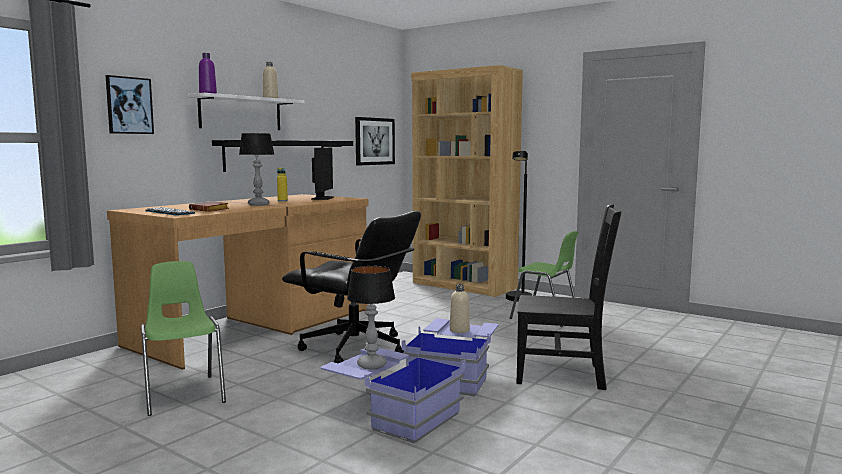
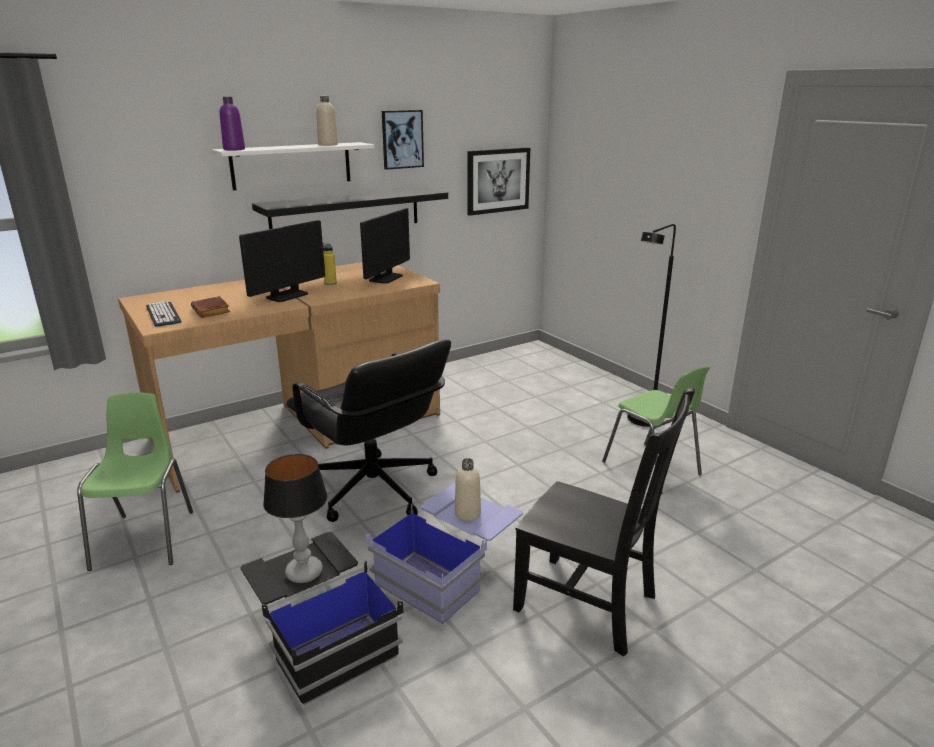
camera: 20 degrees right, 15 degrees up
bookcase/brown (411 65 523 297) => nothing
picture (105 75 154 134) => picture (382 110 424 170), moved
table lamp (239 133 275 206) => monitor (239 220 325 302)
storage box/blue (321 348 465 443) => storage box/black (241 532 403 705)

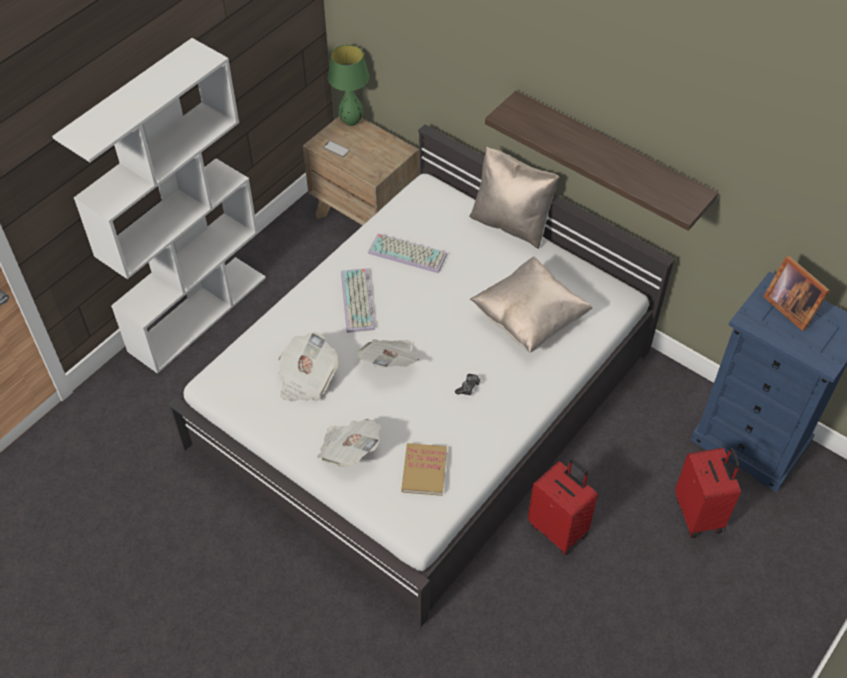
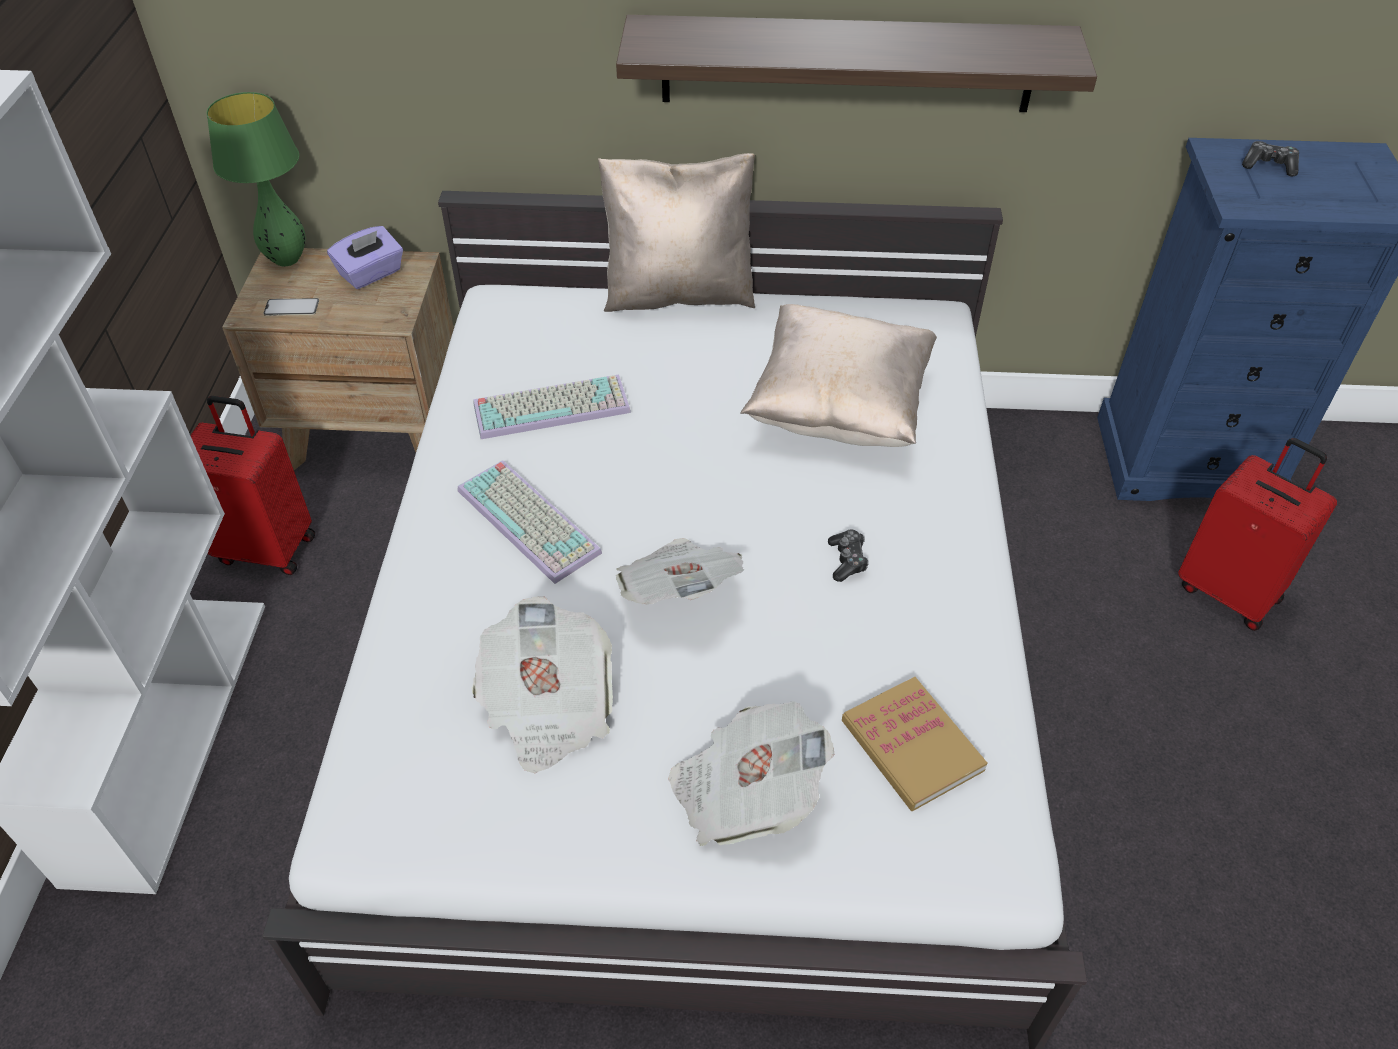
camera: 35 degrees left, 5 degrees down
picture frame (763 256 830 331) => game controller (1242 141 1299 177)
suitcase/red (528 459 598 556) => suitcase/red (191 396 315 575), moved
nothing => tissue box/purple (327 226 403 289)

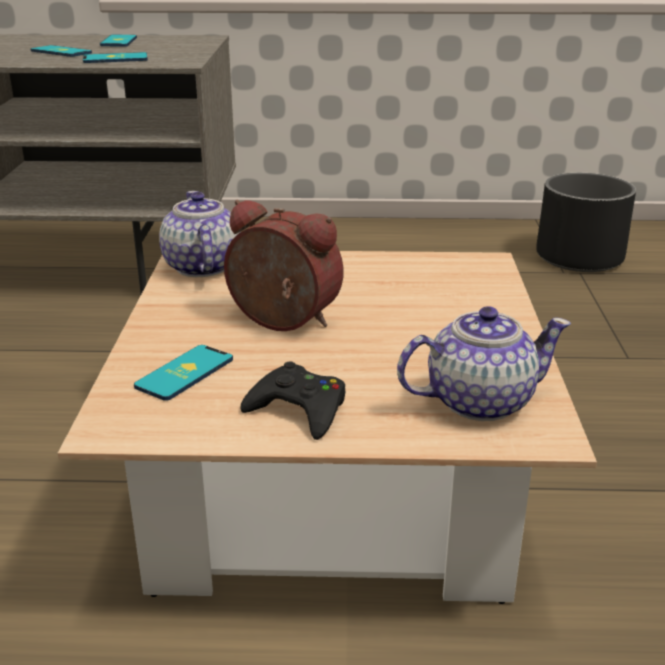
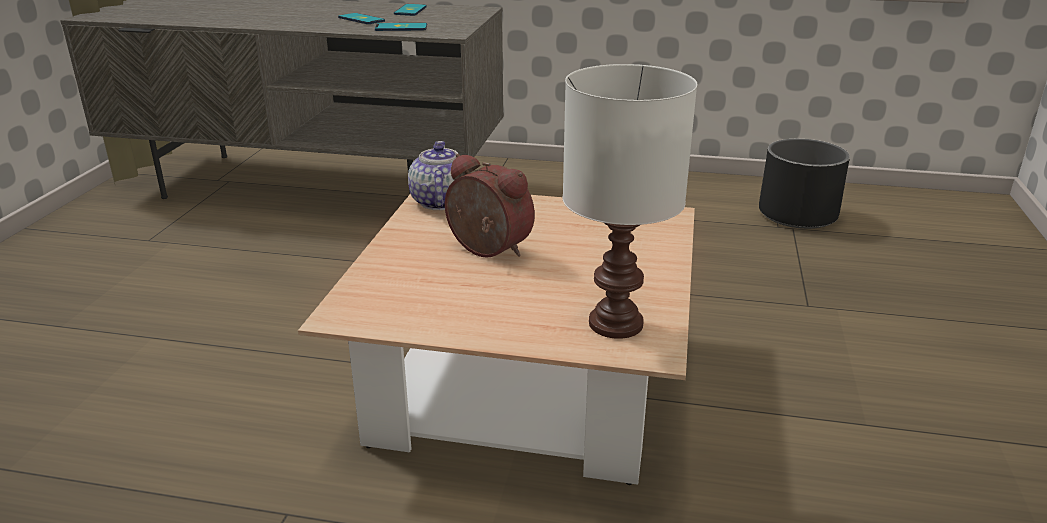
camera: 10 degrees right, 0 degrees up
teapot (397 306 571 421) => table lamp/white (562 64 697 339)
phone (134 345 233 401) => nothing
game controller/black (240 362 345 440) => nothing

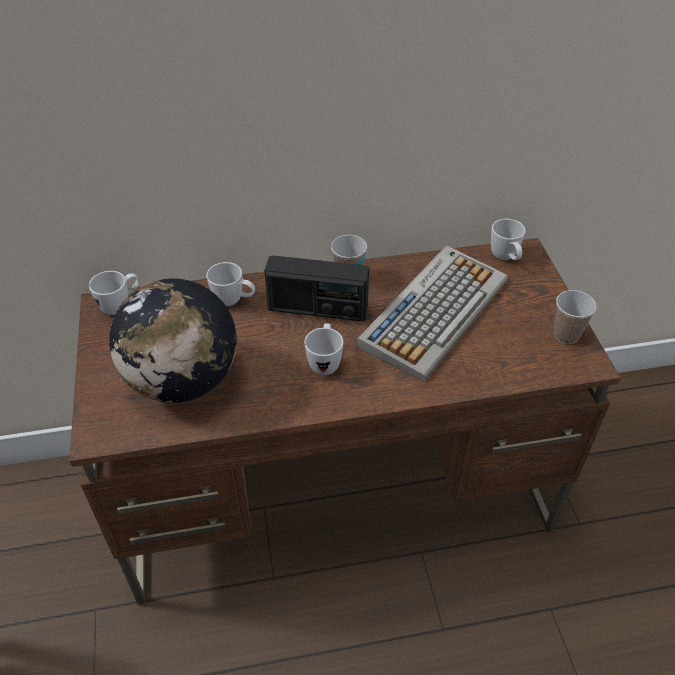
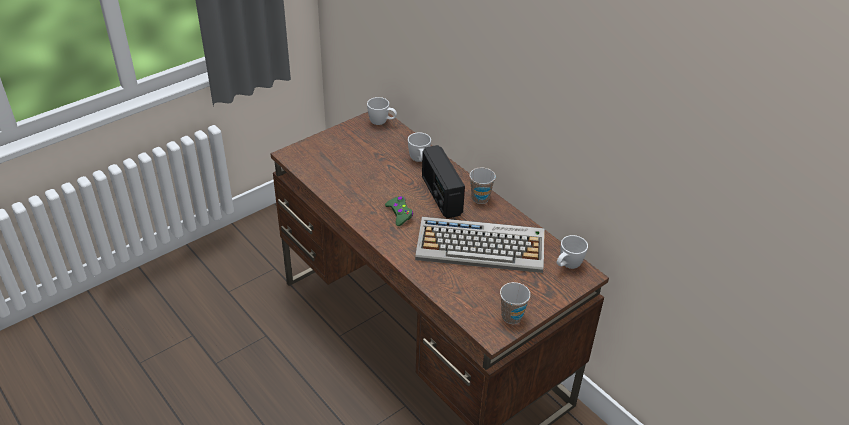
camera: 60 degrees right, 5 degrees down
globe (109 278 237 403) => nothing
mug/white (304 323 343 375) => game controller/green (385 196 413 226)

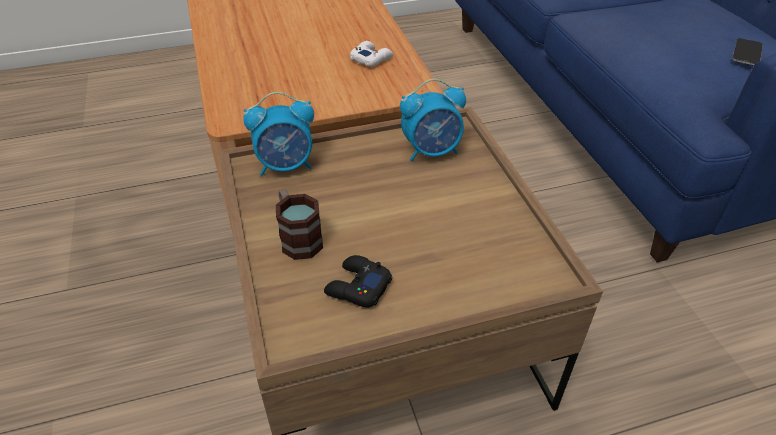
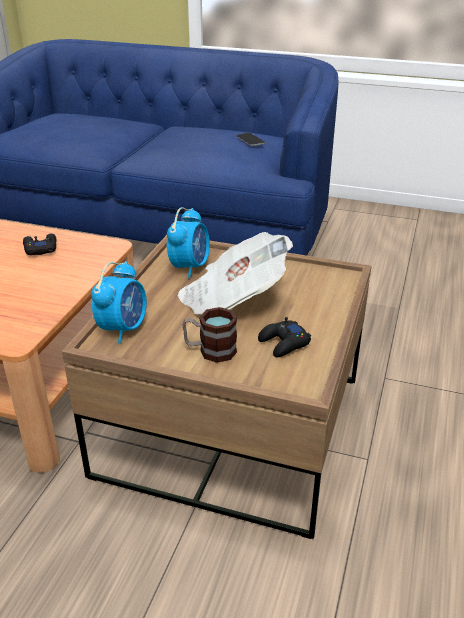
camera: 55 degrees left, 10 degrees down
game controller/white (350 41 393 67) => game controller/black (23 234 57 255)
nothing => newspaper (178 232 293 314)

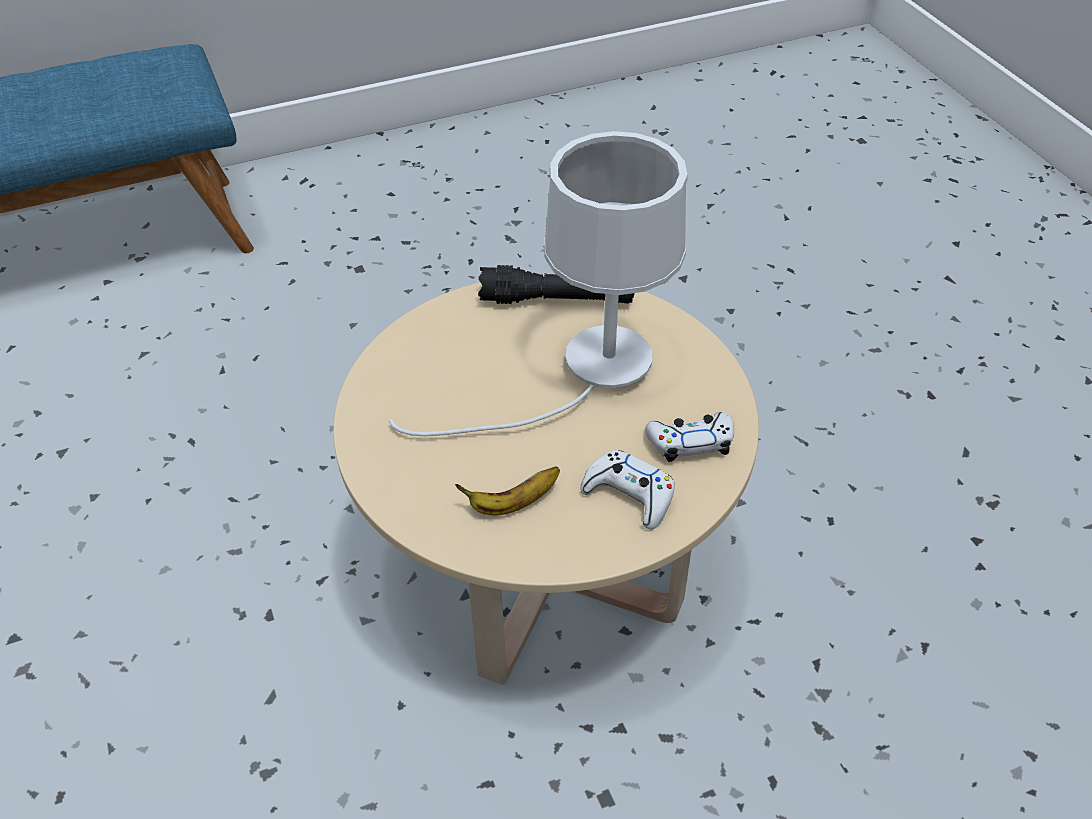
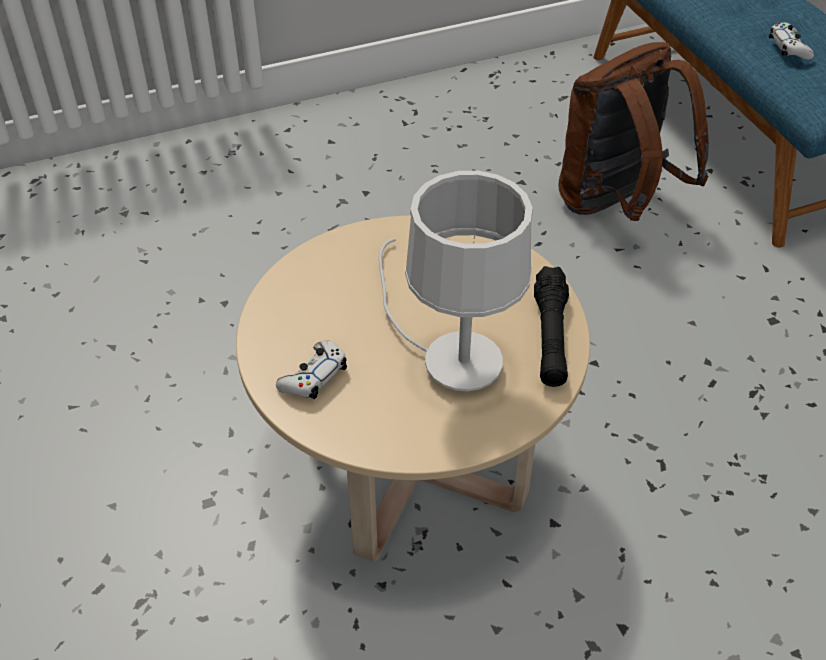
camera: 90 degrees right, 0 degrees up
game controller/white (645 412 734 462) => game controller/white (769 22 814 60), moved
banana (455 467 560 515) => nothing
nothing => backpack/brown (558 42 709 221)

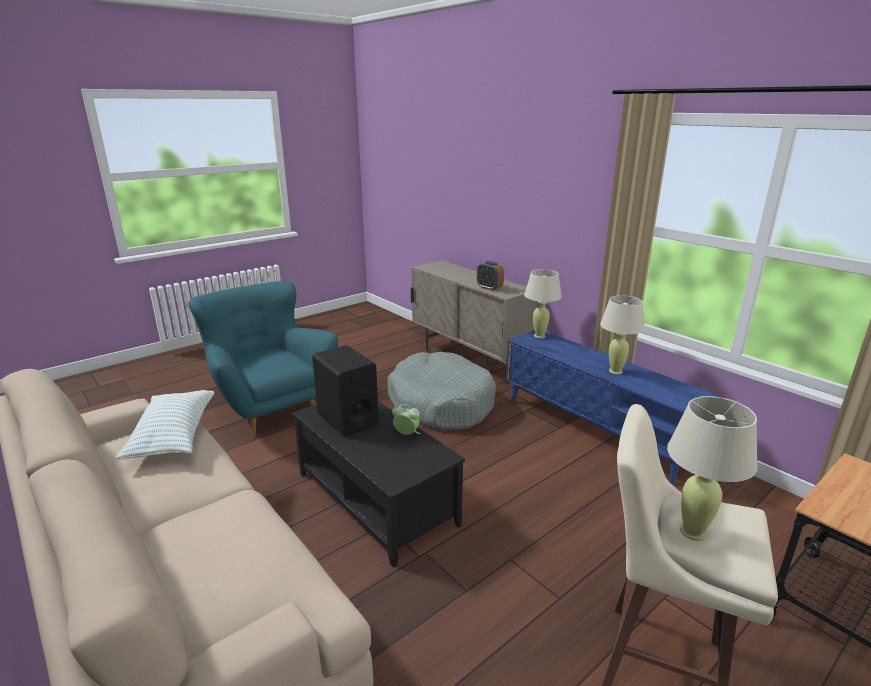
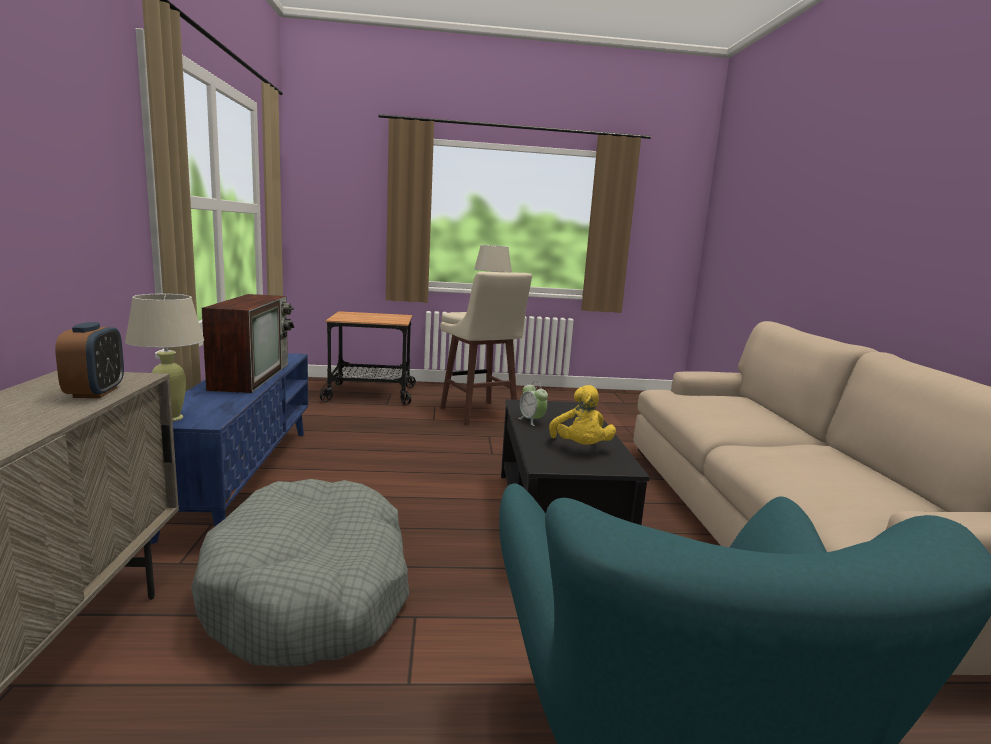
camera: 145 degrees left, 10 degrees down
table lamp/beige (600 295 645 374) => television (202 294 294 393)
speaker/black (312 345 379 436) => plush toy/yellow (549 385 616 445)
pillow (115 390 214 460) => nothing

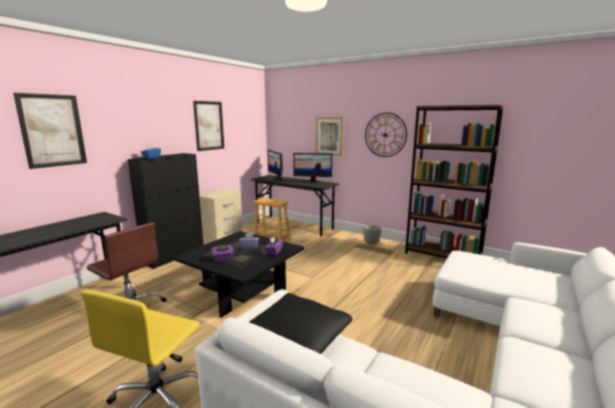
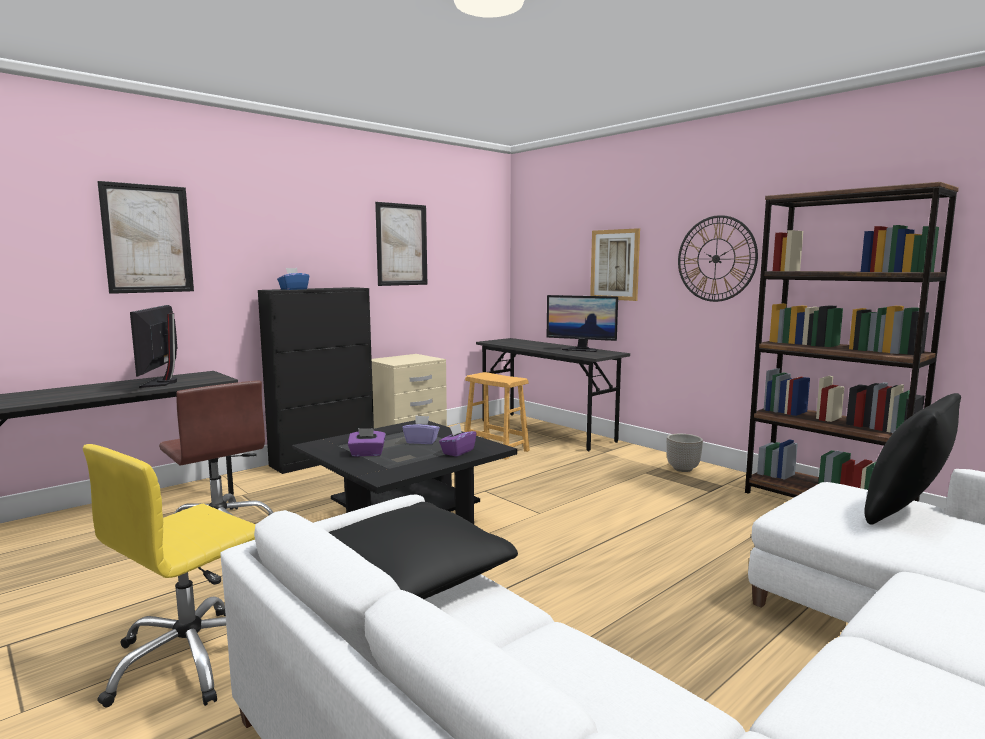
camera: 15 degrees right, 5 degrees down
monitor (268 150 283 181) => monitor (130 305 178 388), moved
nothing => pillow/black (864 393 961 525)

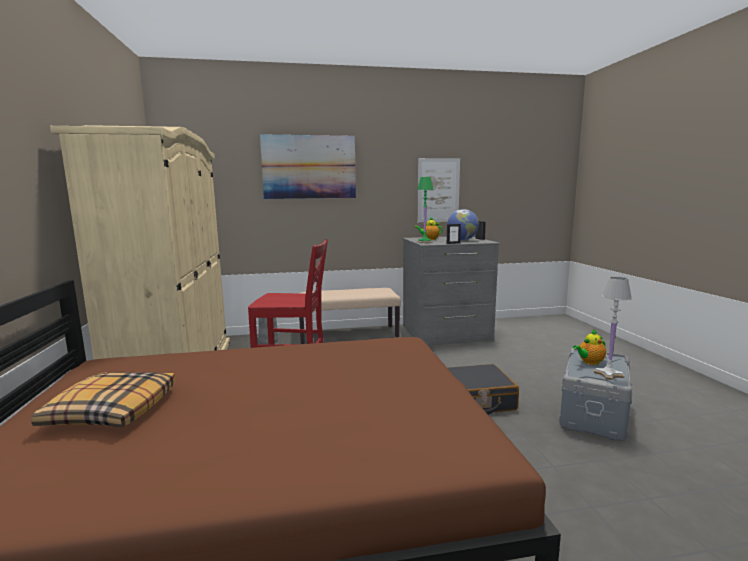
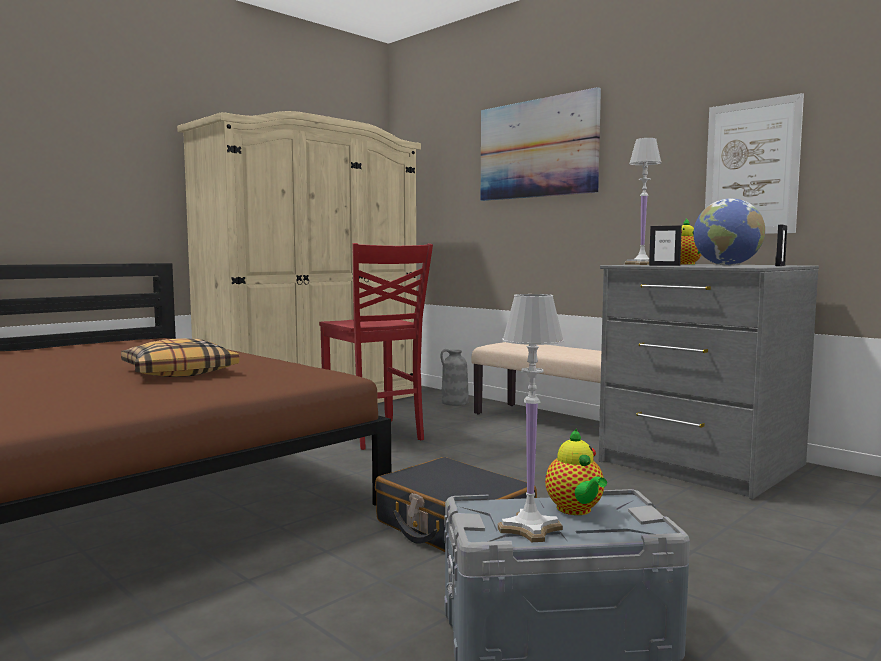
camera: 55 degrees right, 5 degrees down
table lamp/green (417 177 434 243) => table lamp/white (625 138 662 265)
teapot (573 330 606 365) => teapot (545 428 607 515), 135 degrees counterclockwise
pillow (31 372 175 427) => pillow (121 338 239 377), moved

